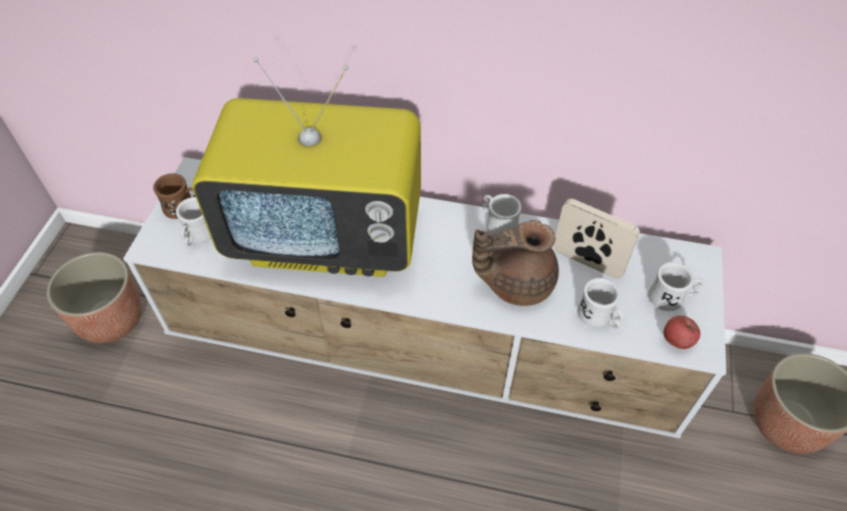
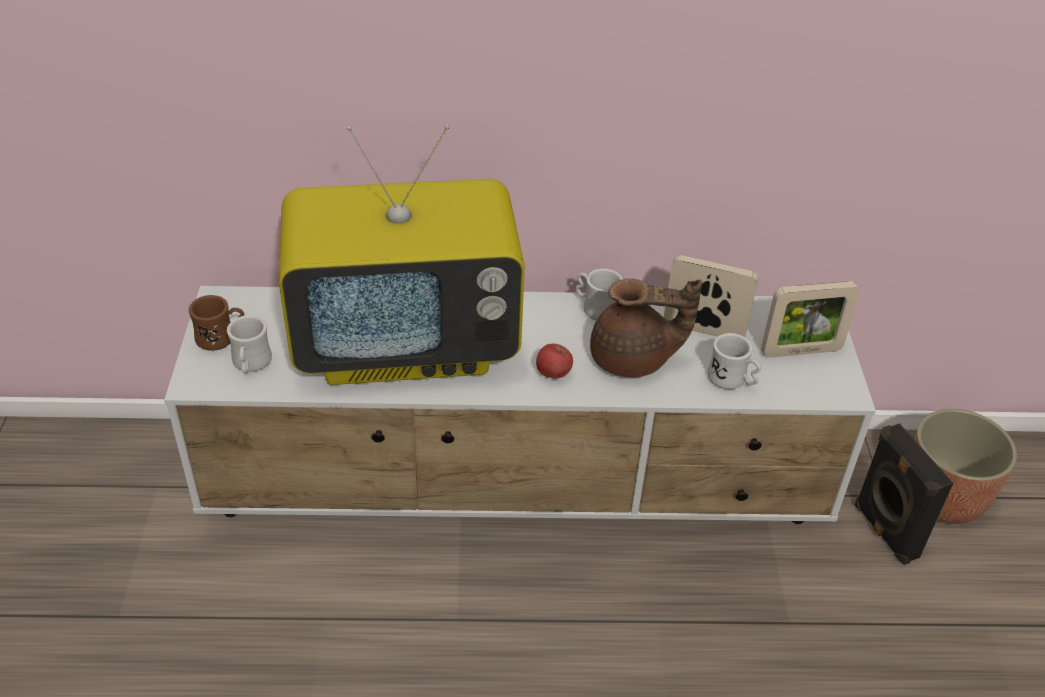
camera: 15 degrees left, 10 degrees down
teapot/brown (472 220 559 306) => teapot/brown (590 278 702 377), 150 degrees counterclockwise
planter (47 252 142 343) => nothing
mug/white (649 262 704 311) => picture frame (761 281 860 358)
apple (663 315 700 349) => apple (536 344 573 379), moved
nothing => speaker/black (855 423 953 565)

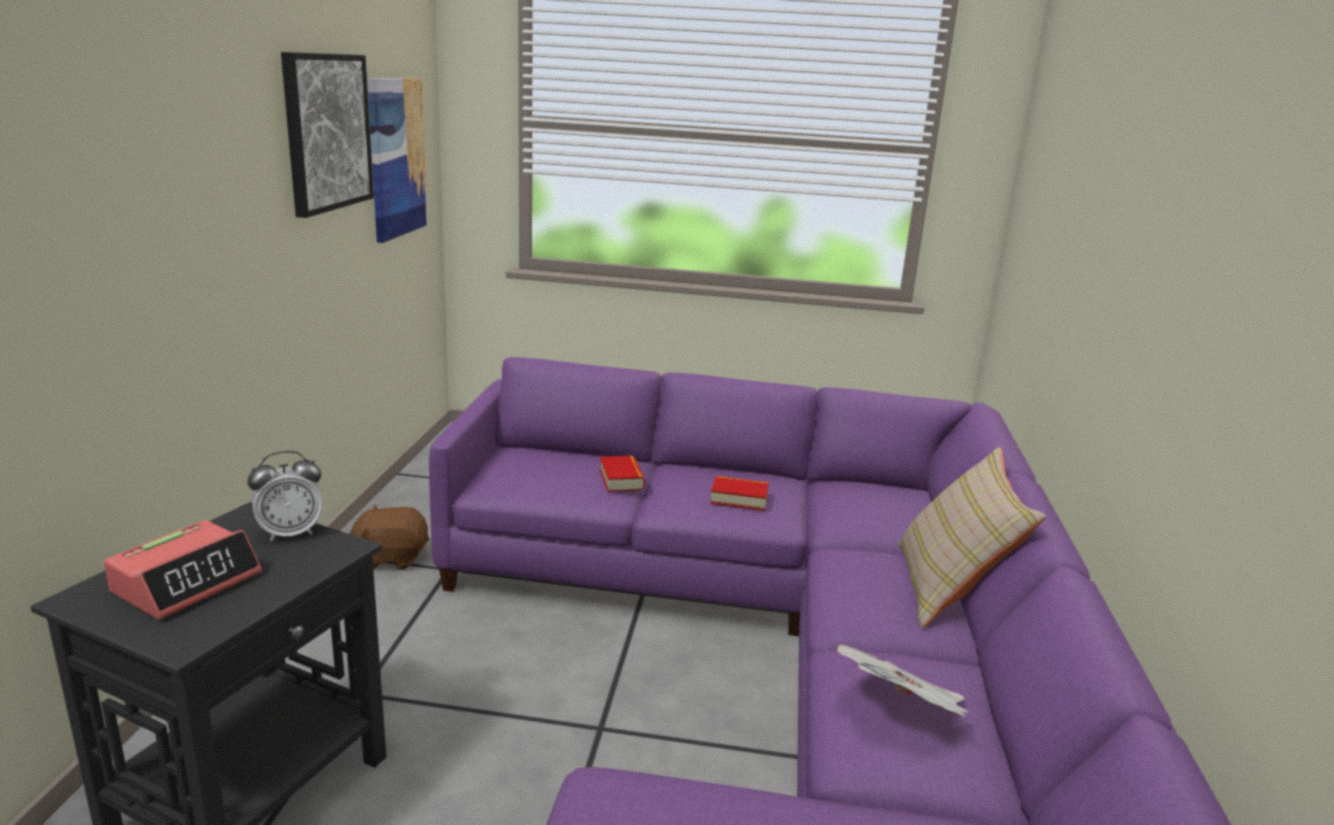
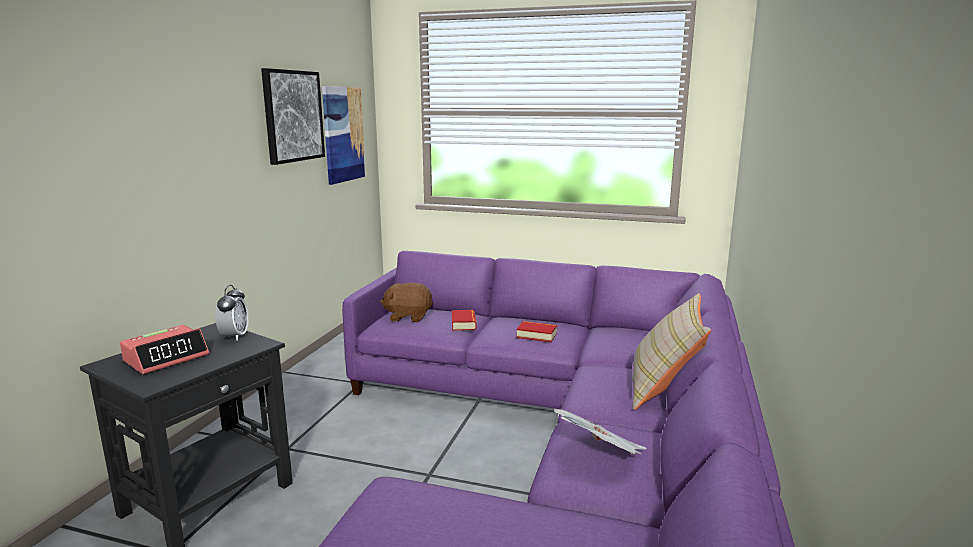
camera: 10 degrees right, 5 degrees down
alarm clock (247 451 323 542) => alarm clock (215 285 249 341), 75 degrees counterclockwise
plush toy/brown (349 504 429 569) => plush toy/brown (380 283 433 322), moved

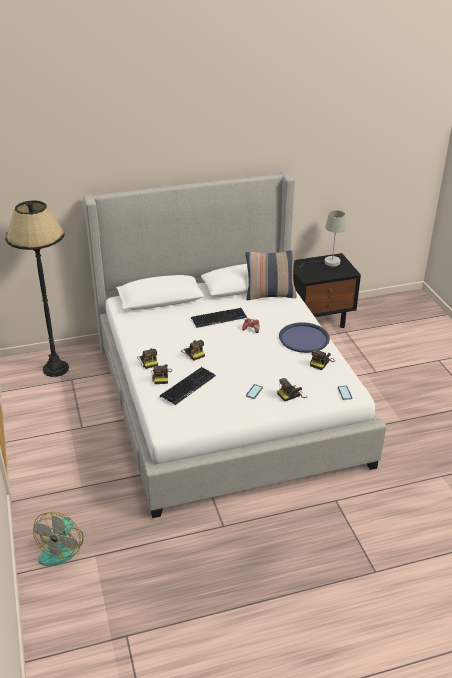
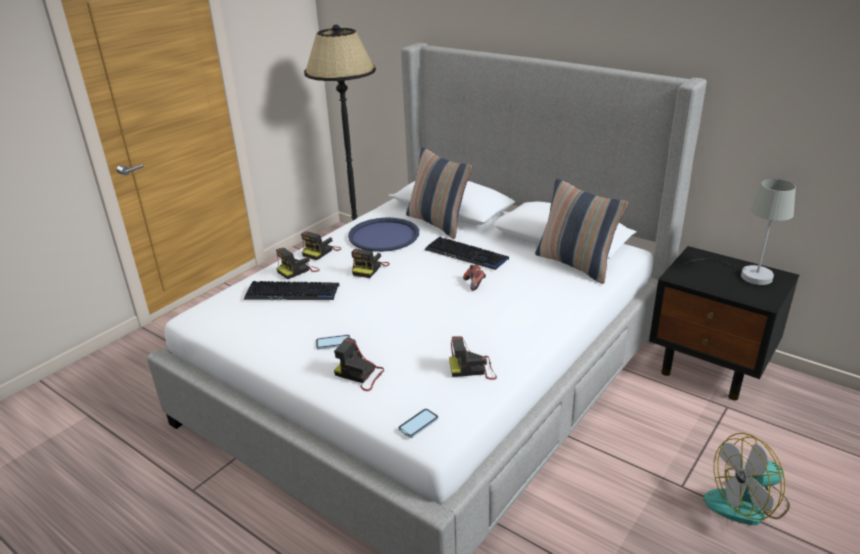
camera: 55 degrees right, 5 degrees down
tray/blue (279 322 330 353) => tray/blue (348 218 419 252), moved
fan (33 512 84 566) => fan (703 433 790 525), moved
nothing => pillow (406 147 472 239)

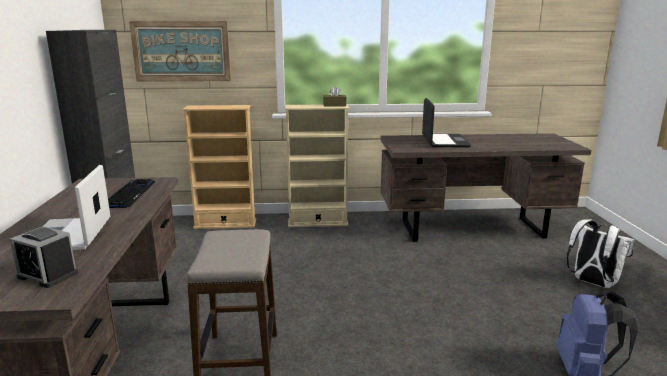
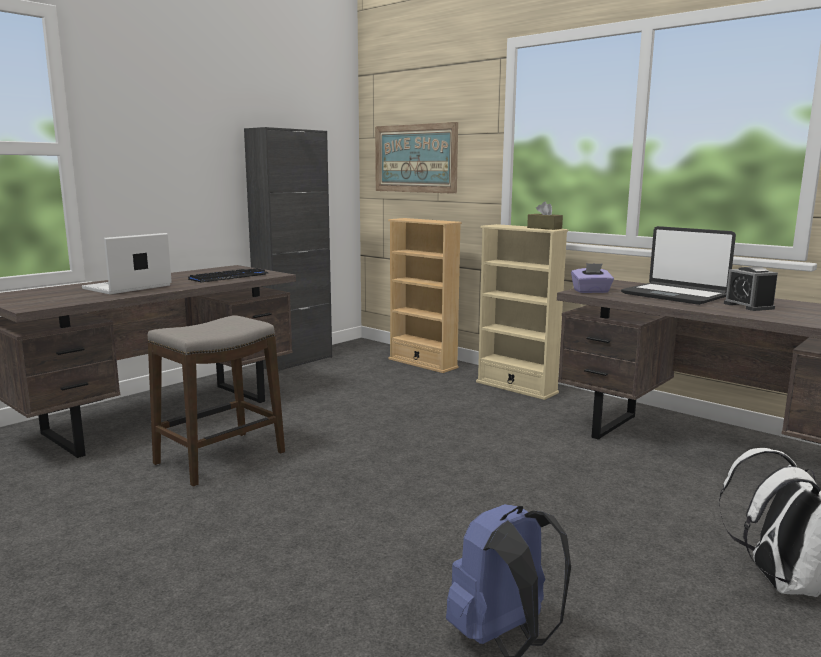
camera: 45 degrees right, 5 degrees down
laptop (422 98 471 147) => laptop (621 226 736 305), 90 degrees clockwise
alarm clock (10 226 78 288) => alarm clock (724 266 778 311), moved
nothing => tissue box/purple (571 263 614 293)

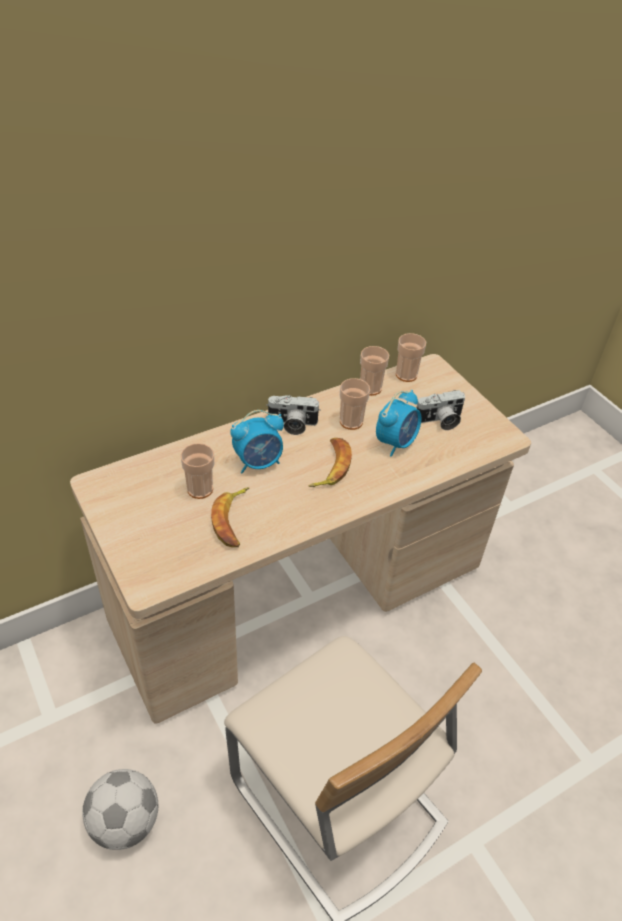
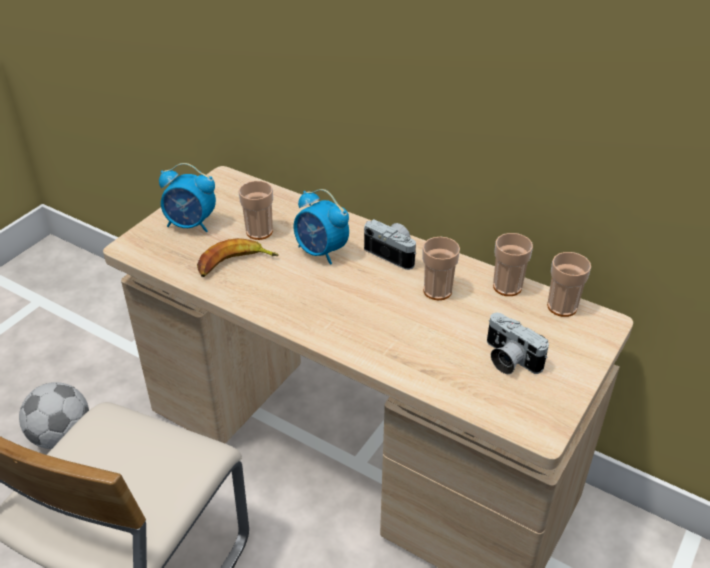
camera: 65 degrees right, 5 degrees down
alarm clock (376 390 422 457) => alarm clock (159 163 216 232), moved
photo camera (266 395 320 435) => photo camera (364 219 416 270), 150 degrees clockwise
banana (309 438 352 487) => nothing

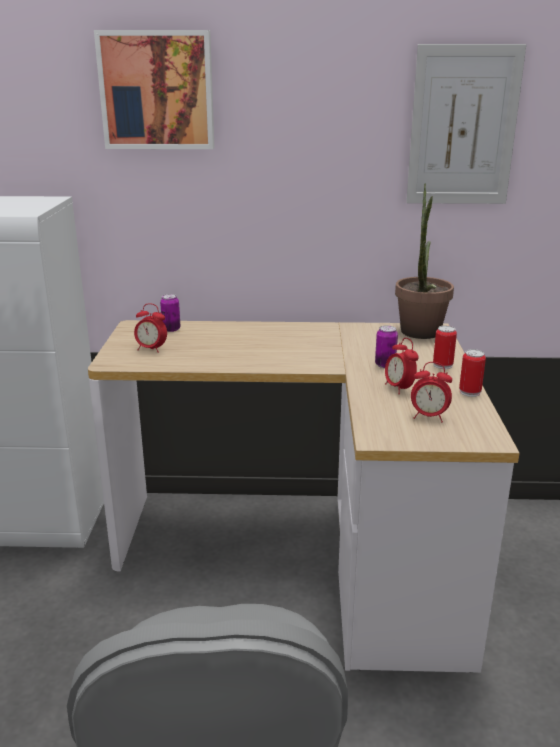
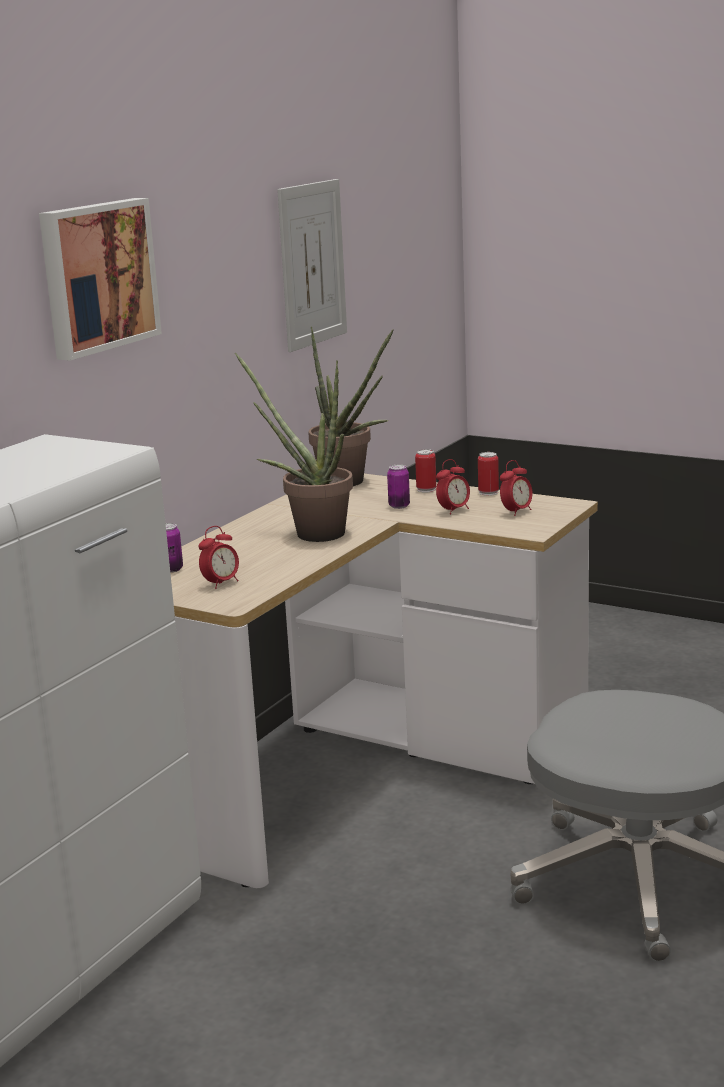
camera: 60 degrees left, 5 degrees down
alarm clock (385 338 419 395) => alarm clock (436 459 470 515), 45 degrees counterclockwise
nothing => potted plant (235 353 353 542)

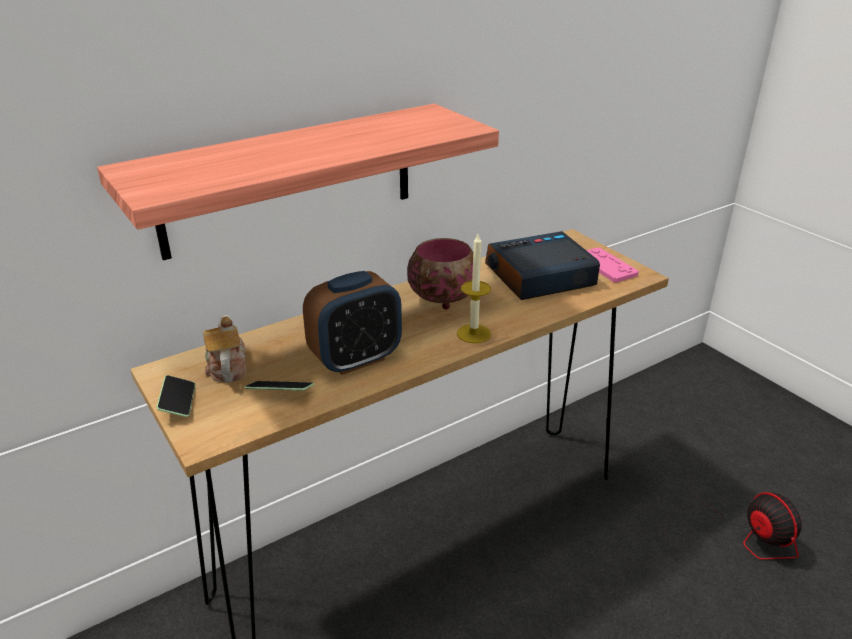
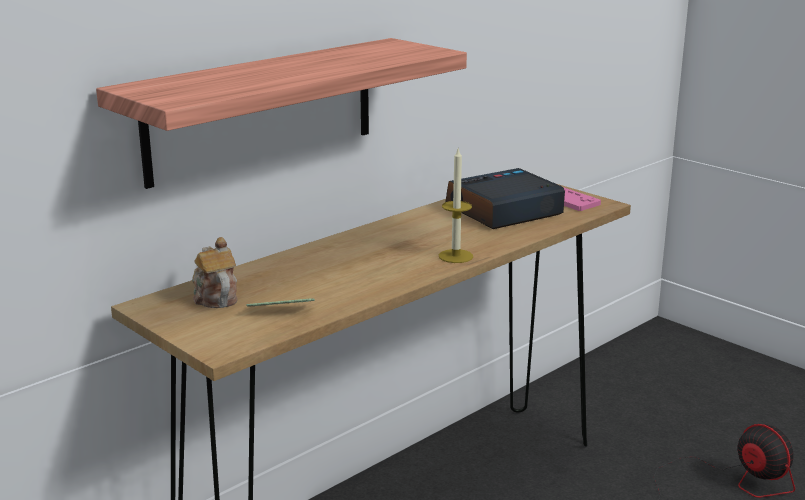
camera: 10 degrees left, 10 degrees down
bowl (407 238 473 310) => nothing
alarm clock (303 271 402 375) => nothing
phone (156 375 195 417) => nothing

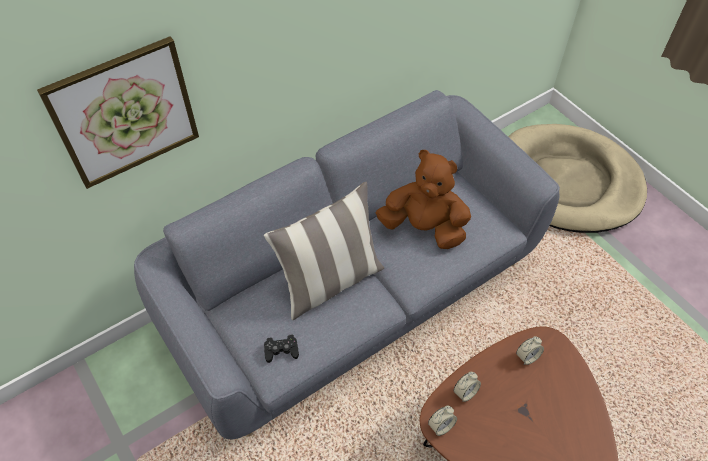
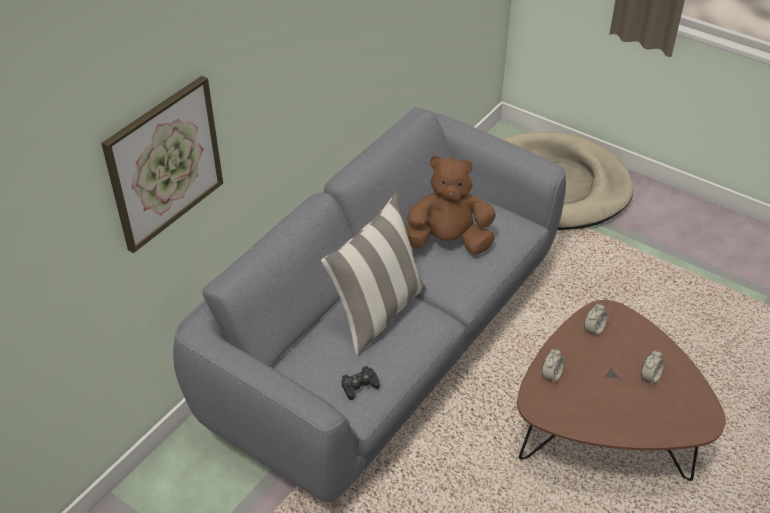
camera: 20 degrees left, 10 degrees down
alarm clock (428 406 457 436) => alarm clock (641 350 665 385), moved

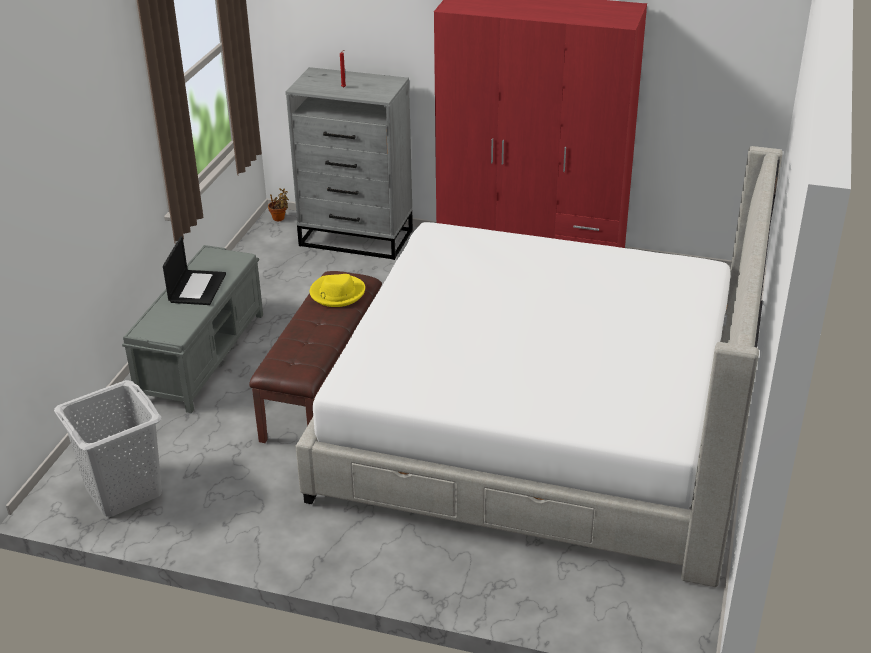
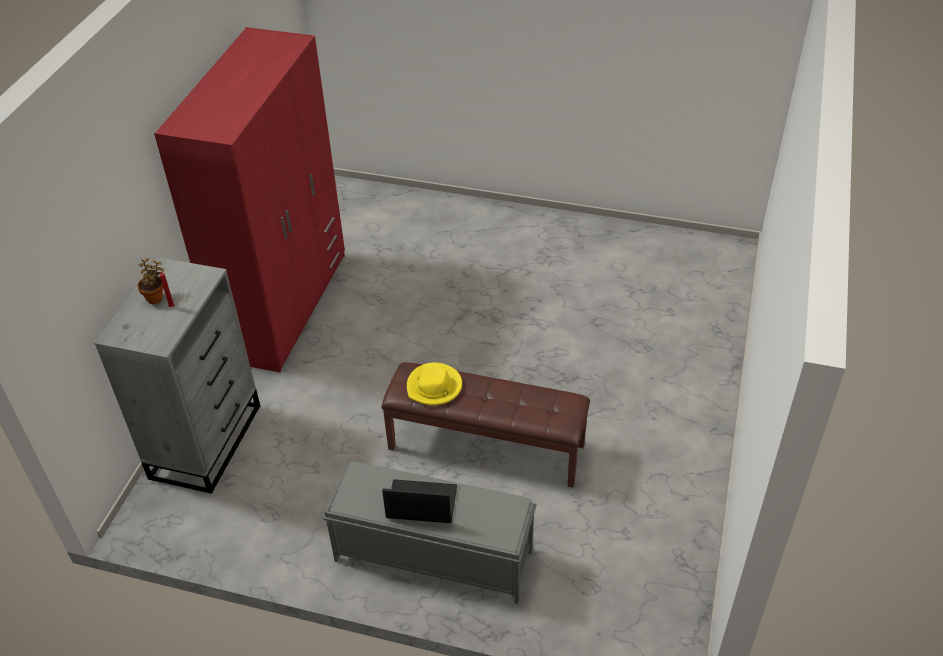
camera: 90 degrees left, 10 degrees up
bed (296 146 782 587) => nothing
potted plant (268 188 289 221) => potted plant (137 258 164 304), moved
laundry basket/grey (54 380 162 517) => nothing

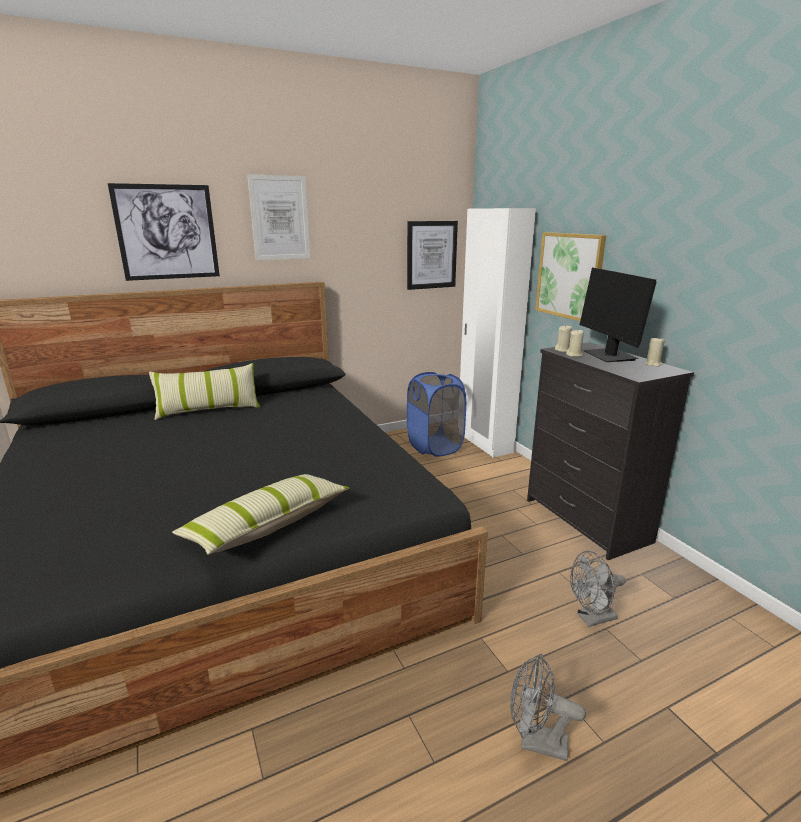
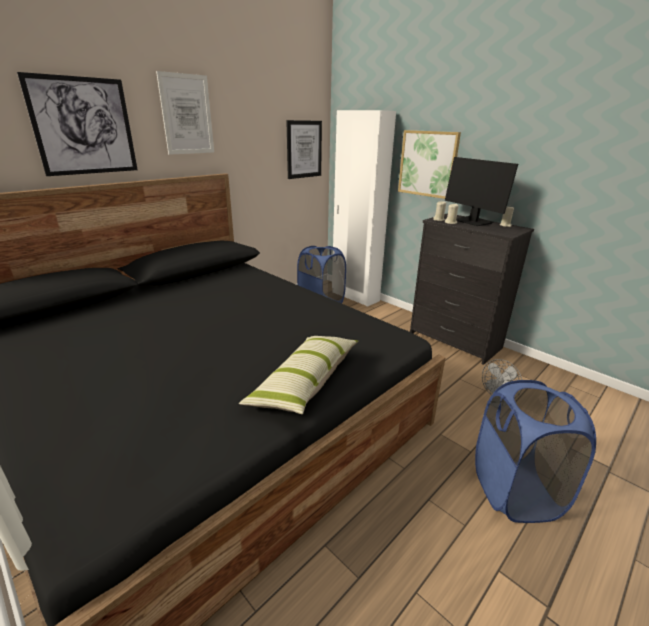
camera: 20 degrees left, 5 degrees up
pillow (149 363 260 420) => nothing
fan/grey (510 654 586 761) => laundry basket/blue (475 380 596 523)

